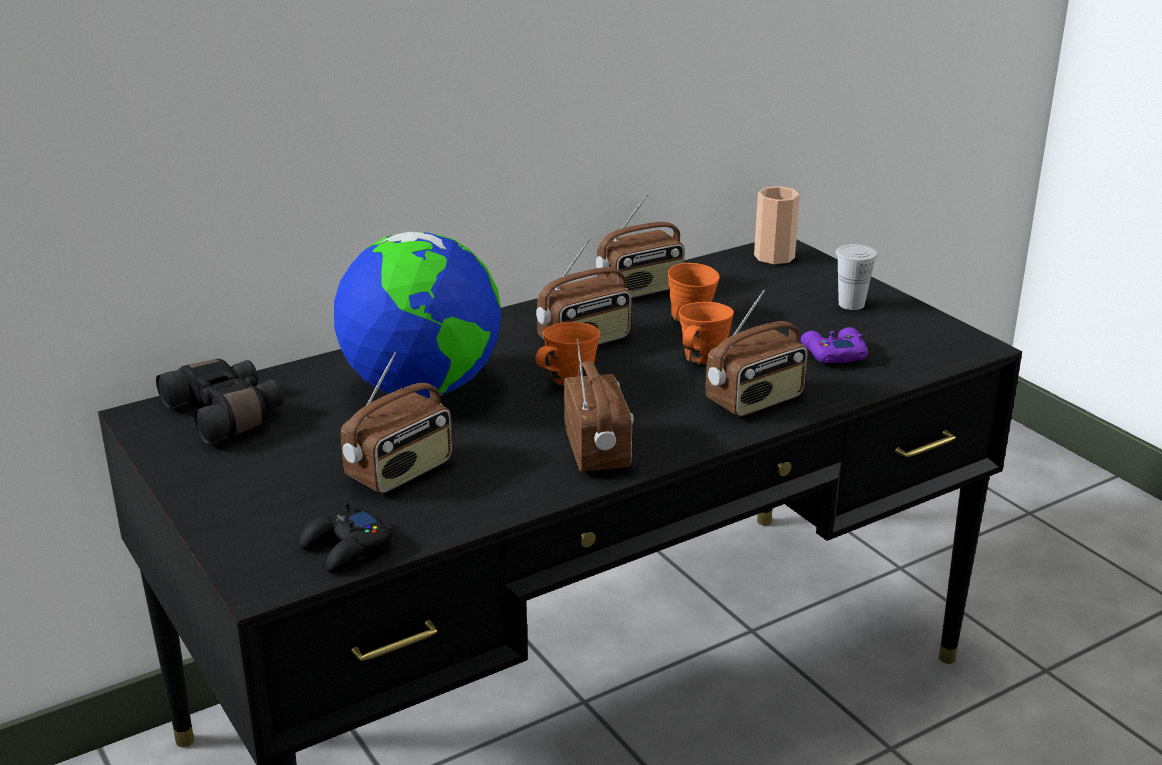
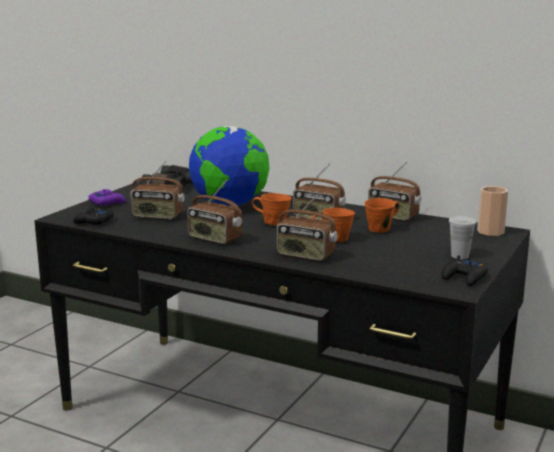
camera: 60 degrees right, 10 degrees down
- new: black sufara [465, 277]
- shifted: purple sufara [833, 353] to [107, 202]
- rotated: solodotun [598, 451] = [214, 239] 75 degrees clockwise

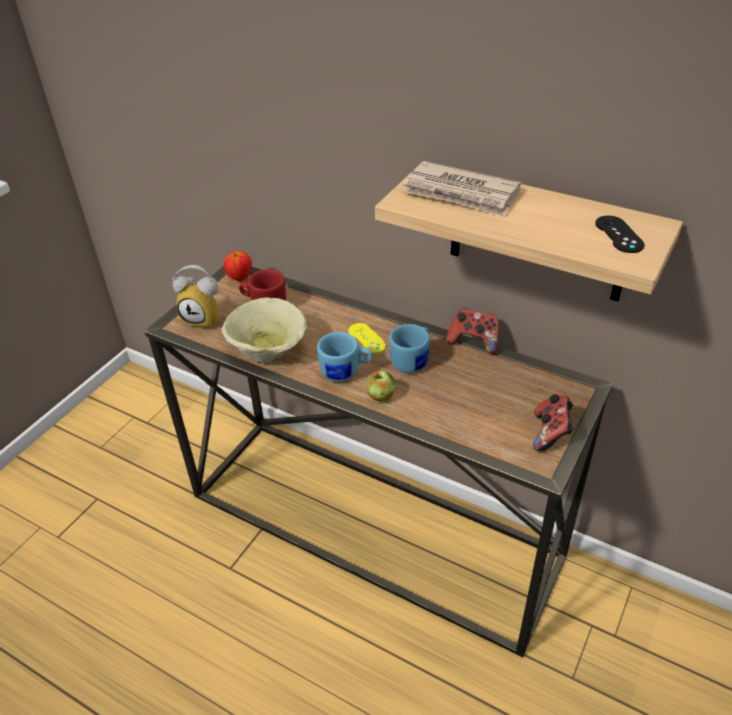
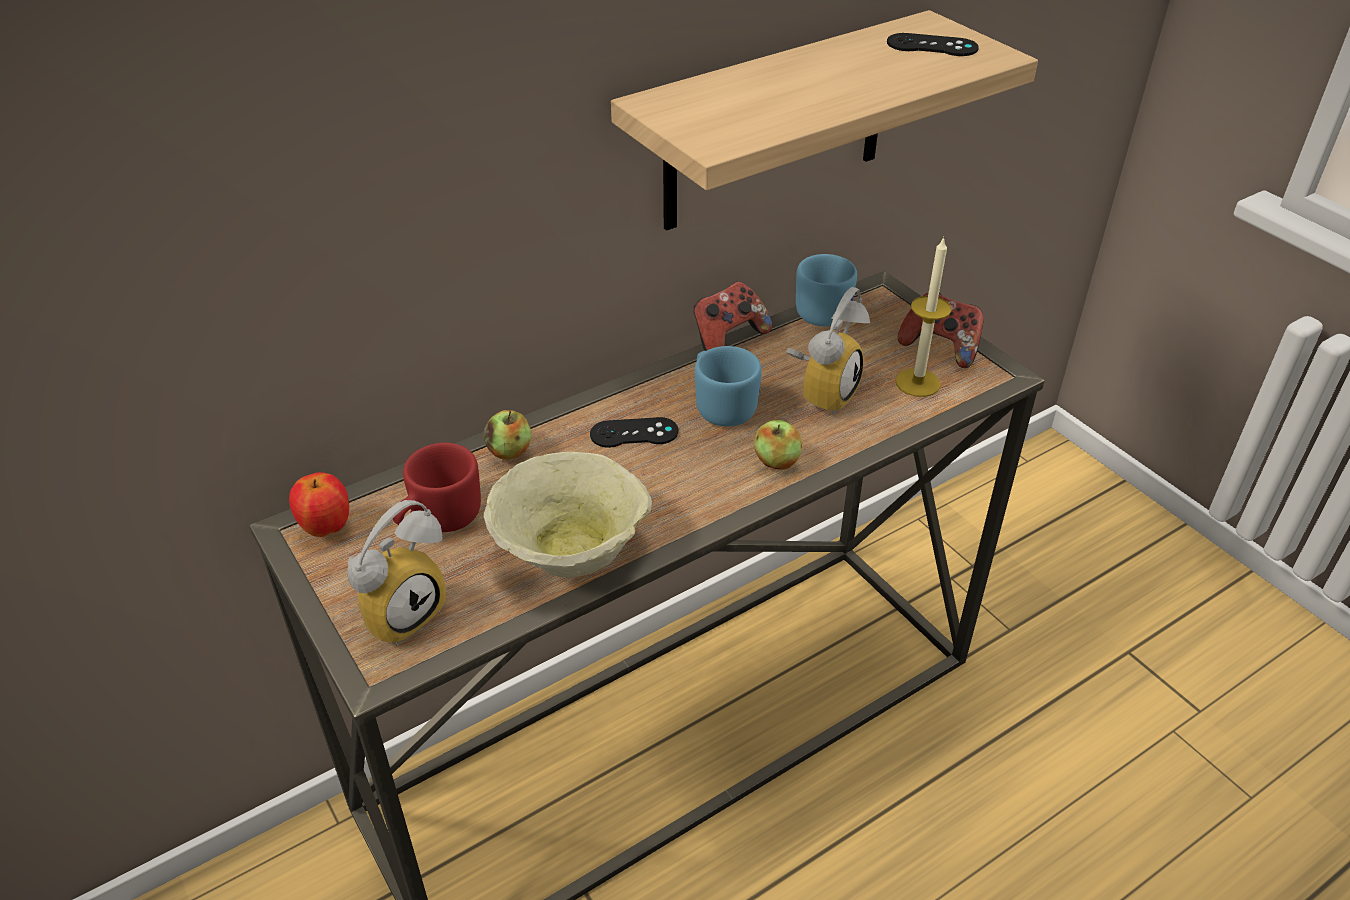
camera: 65 degrees left, 0 degrees up
- gone: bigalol [461, 193]
- new: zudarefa [509, 451]
- new: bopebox [822, 392]
- new: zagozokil [917, 382]
- shifted: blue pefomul [346, 372] to [826, 310]
- repainted: yellow sufara [366, 338] to black sufara [634, 433]

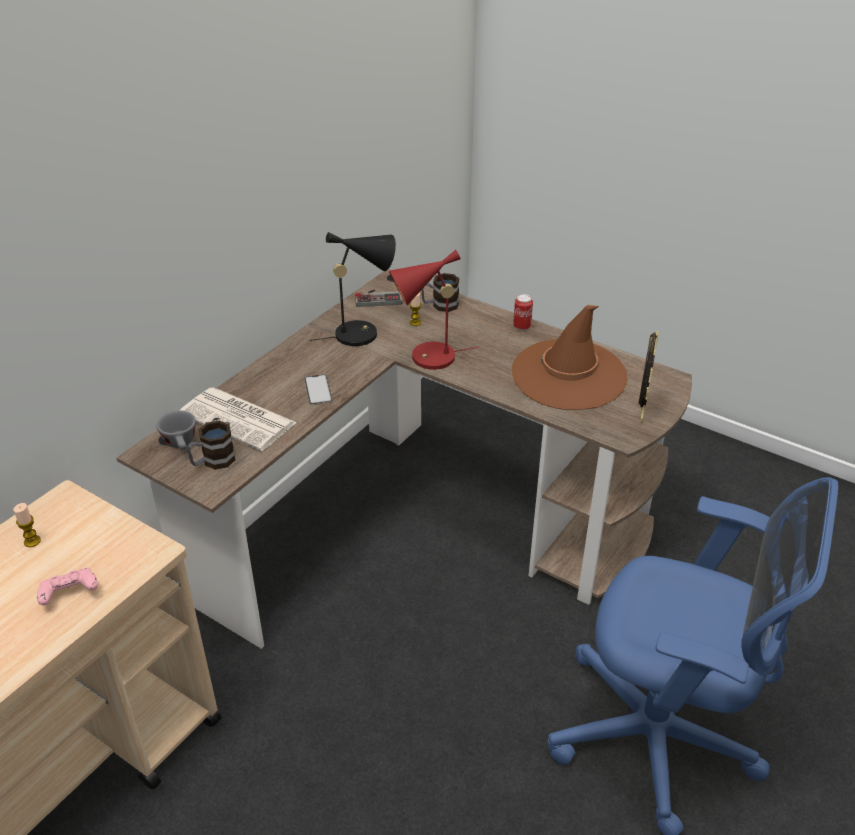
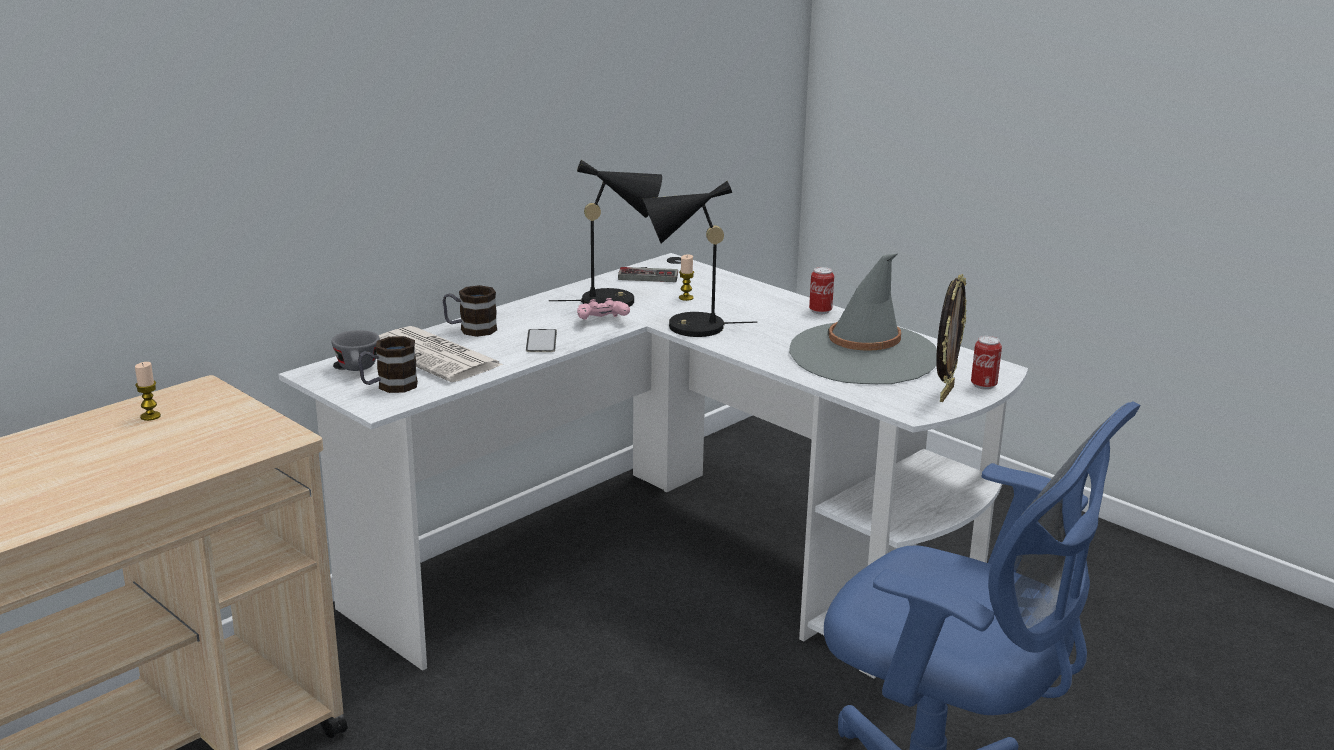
camera: 10 degrees right, 15 degrees down
- new: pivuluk [983, 385]
- shifted: pink sufara [70, 594] to [601, 322]
- shifted: pefomul [440, 305] to [470, 329]
- repainted: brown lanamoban [420, 521] to white lanamoban [670, 569]
- repainted: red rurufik [427, 359] to black rurufik [687, 328]
- repainted: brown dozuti [568, 375] to grey dozuti [863, 355]

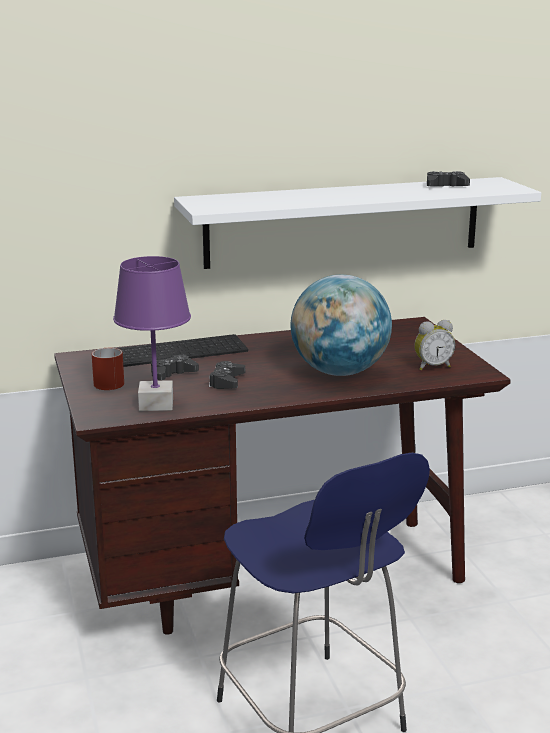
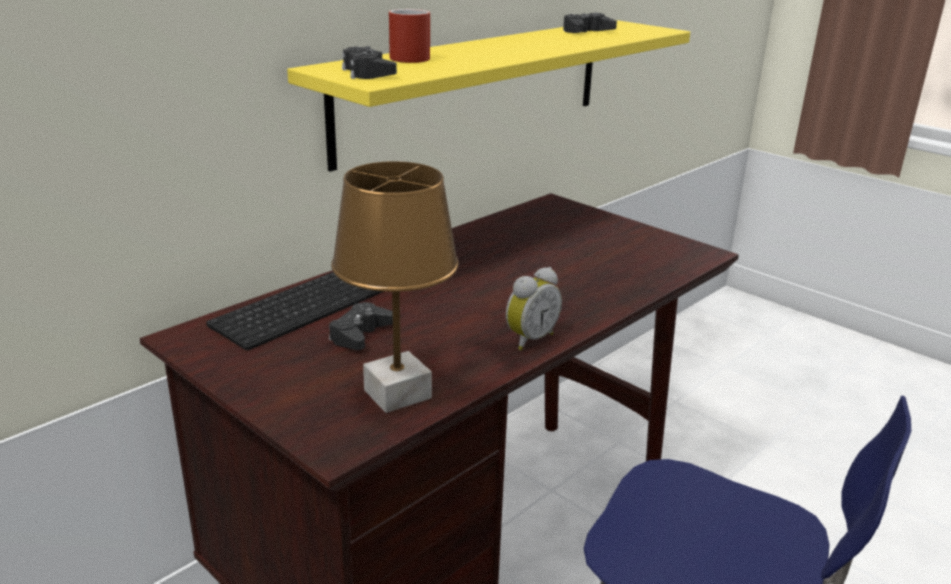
camera: 30 degrees left, 5 degrees up
- gone: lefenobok [339, 372]
- shifted: red pefomul [108, 382] to [404, 57]
- shifted: black sufara [226, 381] to [368, 72]
- shifted: bopebox [432, 366] to [529, 339]
- repainted: purple rurufik [156, 404] to brown rurufik [398, 393]
- repainted: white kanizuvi [344, 222] to yellow kanizuvi [476, 87]

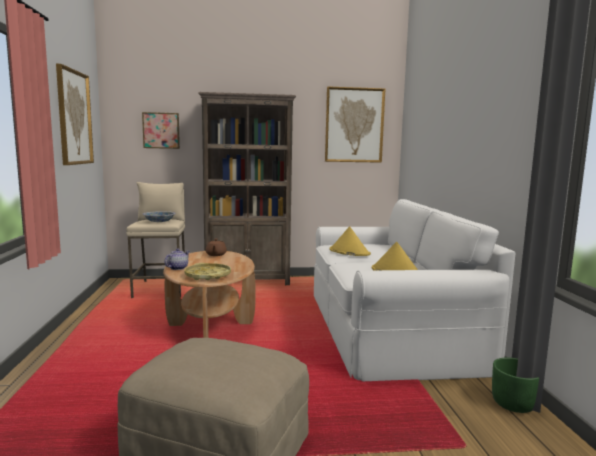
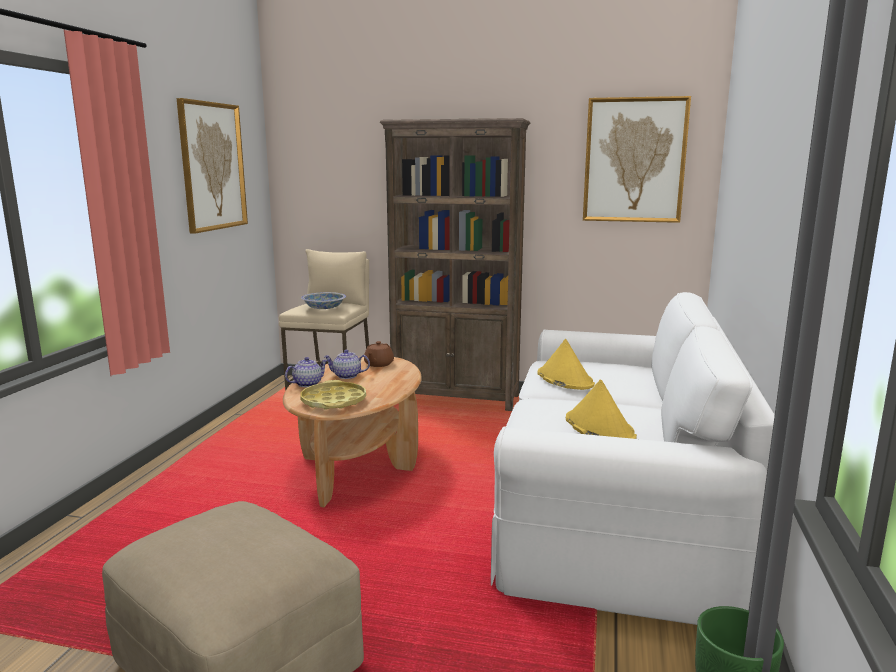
camera: 20 degrees right, 5 degrees up
- gone: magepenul [161, 130]
- new: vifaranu [347, 376]

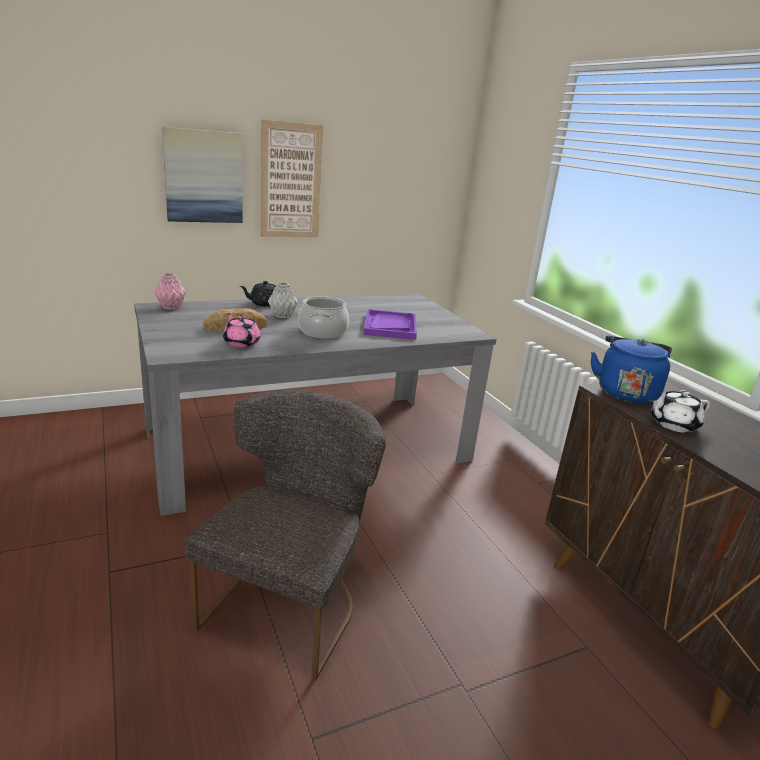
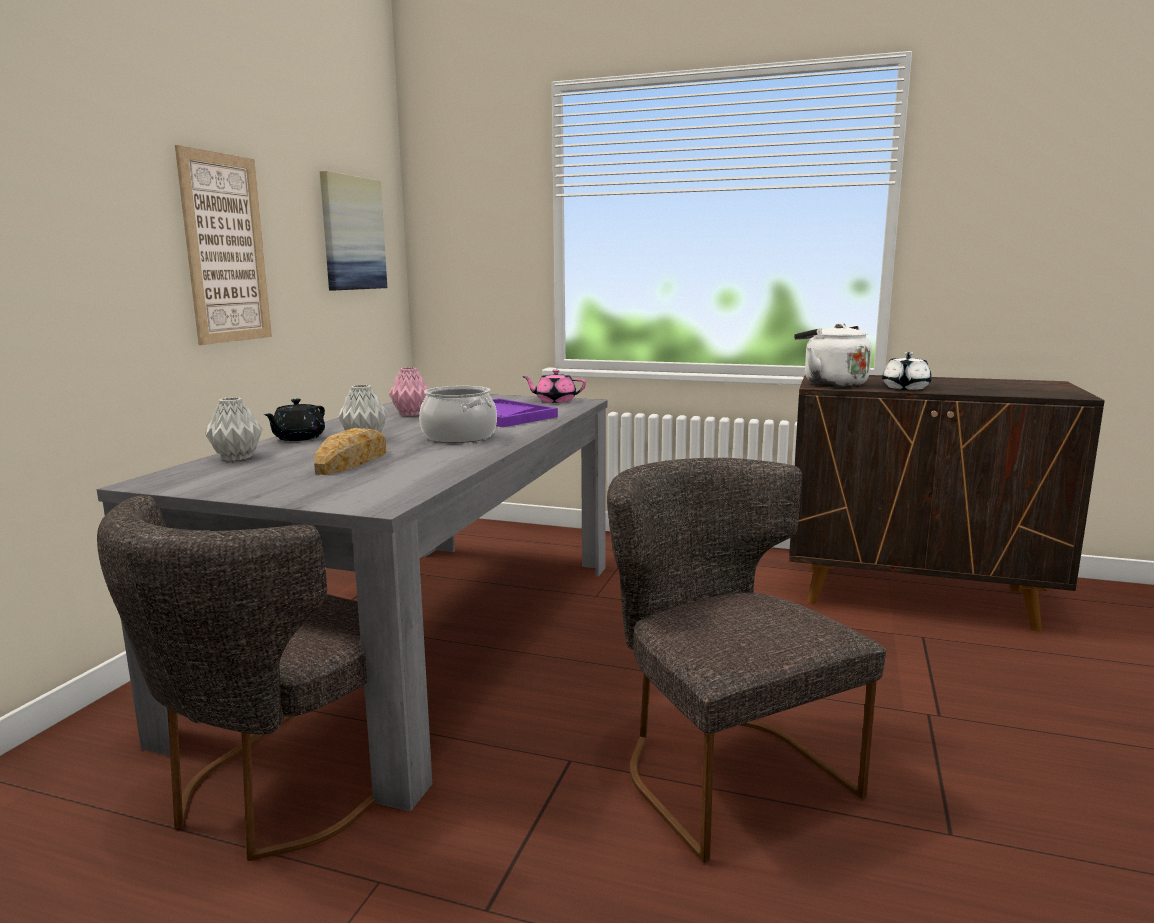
camera: 45 degrees left, 10 degrees down
- new: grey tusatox [281, 792]
- new: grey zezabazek [235, 458]
- shifted: pink zezabazek [170, 307] to [411, 414]
- shifted: magepenul [204, 176] to [352, 233]
- shifted: pink vifaranu [241, 343] to [555, 401]
- repainted: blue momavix [625, 392] to white momavix [831, 384]

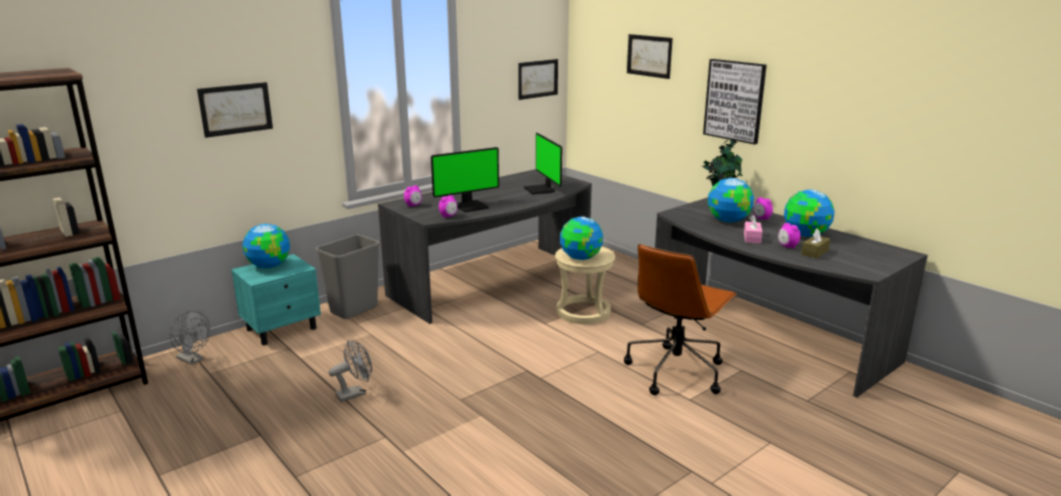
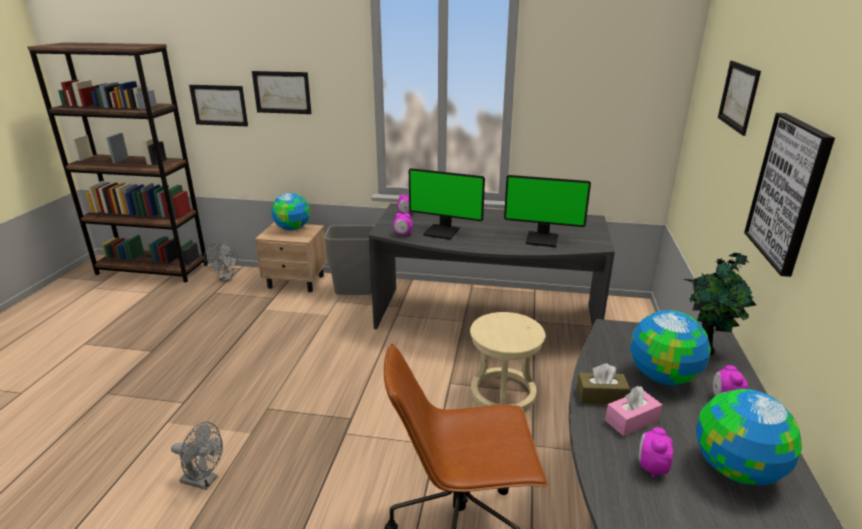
camera: 50 degrees right, 5 degrees up
- gone: lefenobok [580, 258]
- shifted: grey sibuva [355, 393] to [204, 481]
- shifted: magepenul [538, 79] to [219, 105]
- shifted: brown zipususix [814, 252] to [601, 396]
- repainted: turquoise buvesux [282, 329] to beige buvesux [297, 282]
- rotated: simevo [541, 190] = [542, 239] 105 degrees counterclockwise

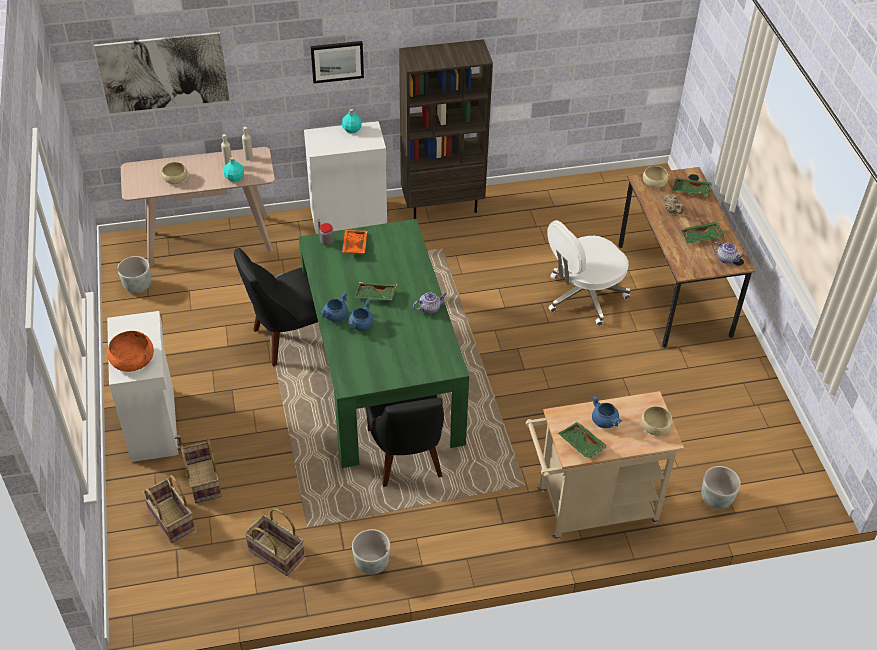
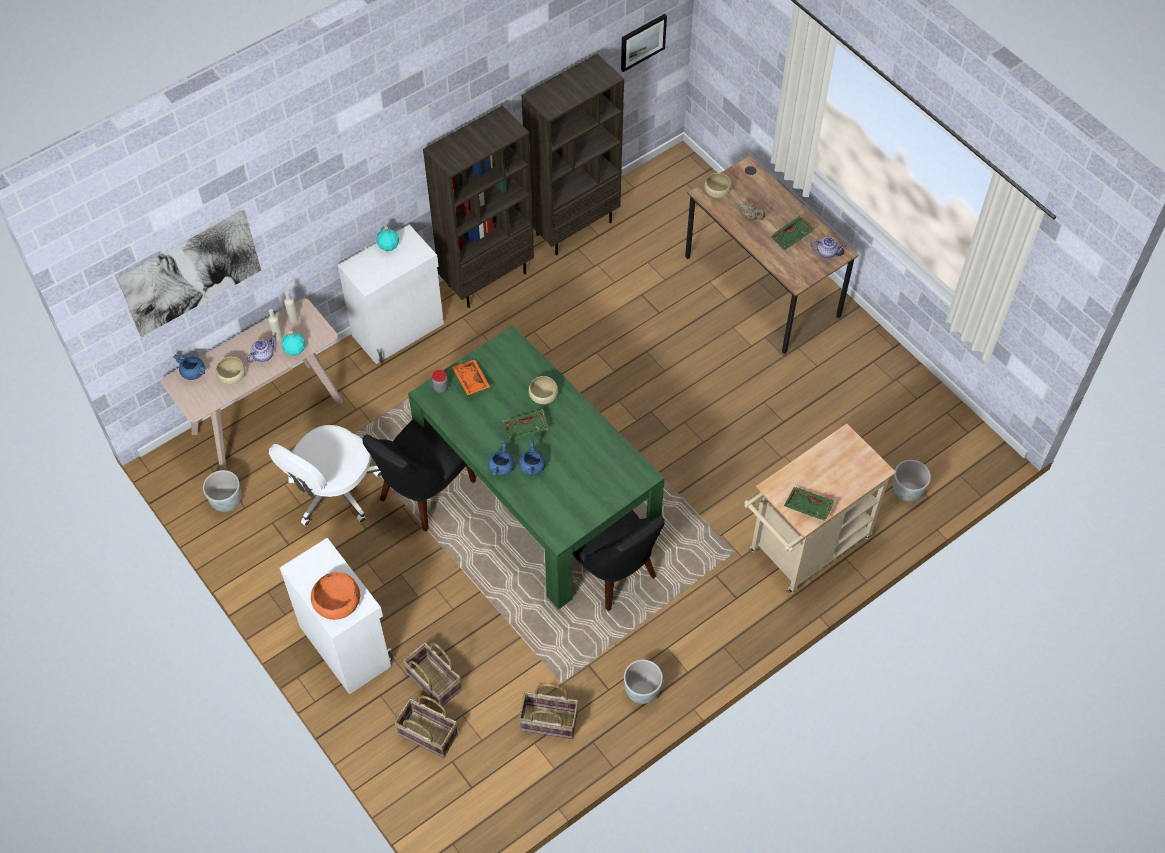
camera: 25 degrees left, 10 degrees up
- gone: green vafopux [690, 191]
- new: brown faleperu [574, 227]
- shifted: magepenul [337, 61] to [642, 42]
- shifted: vifaranu [430, 308] to [263, 355]
- shifted: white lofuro [583, 296] to [333, 491]
- shifted: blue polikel [605, 421] to [194, 372]
- shifted: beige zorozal [655, 427] to [543, 395]

